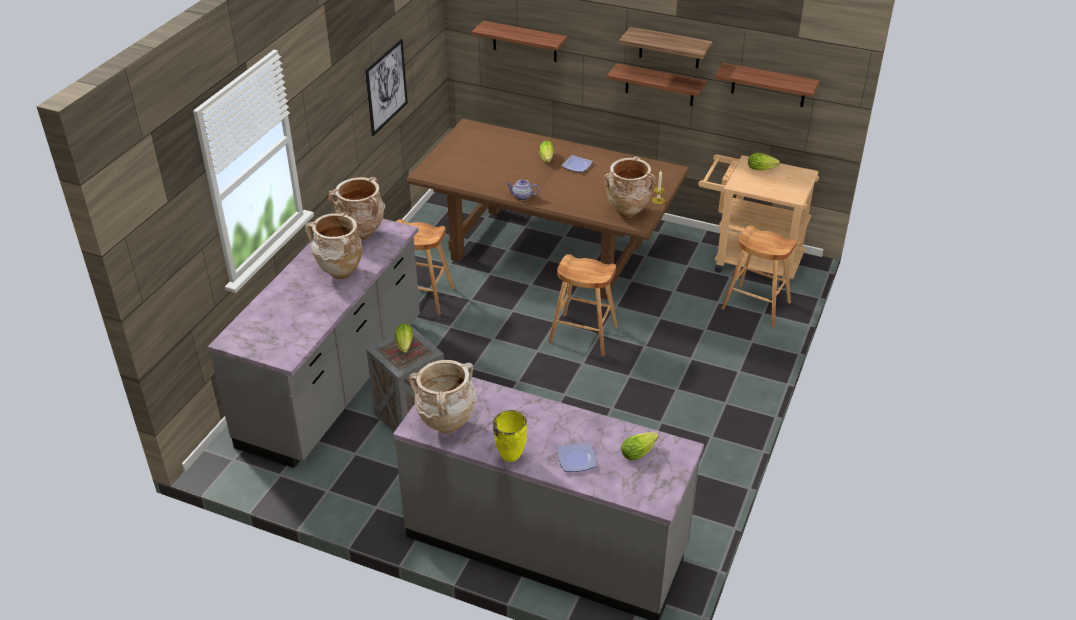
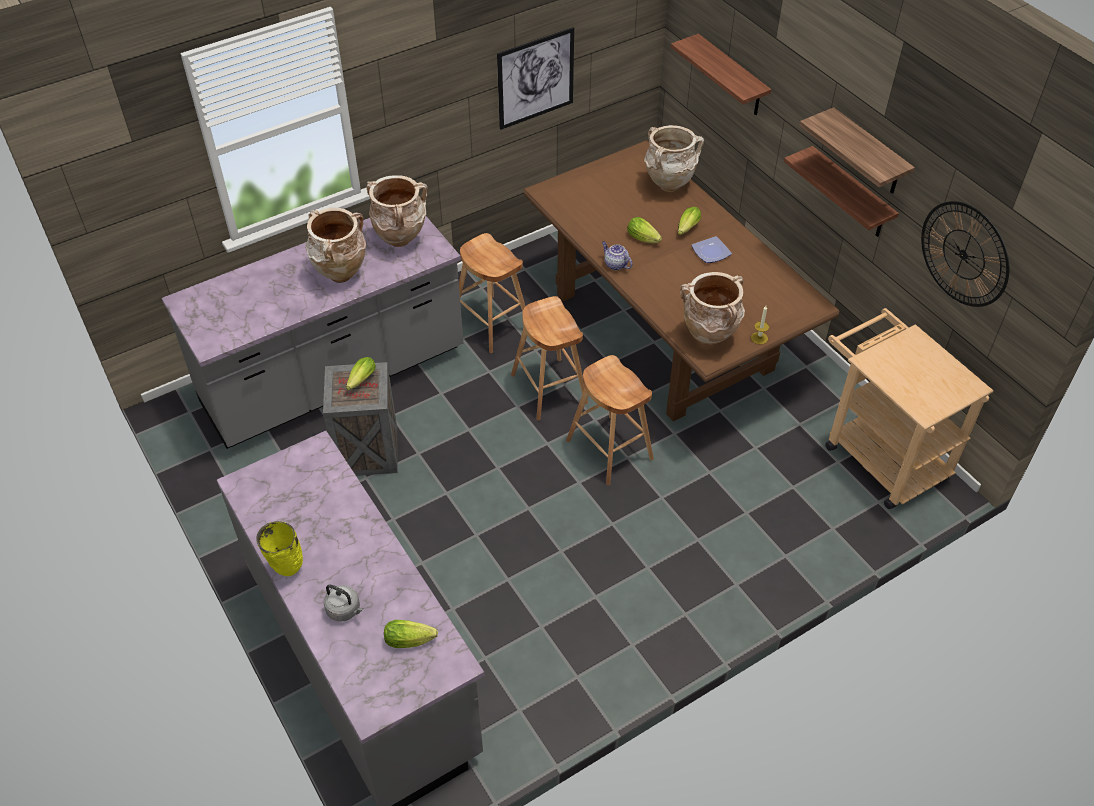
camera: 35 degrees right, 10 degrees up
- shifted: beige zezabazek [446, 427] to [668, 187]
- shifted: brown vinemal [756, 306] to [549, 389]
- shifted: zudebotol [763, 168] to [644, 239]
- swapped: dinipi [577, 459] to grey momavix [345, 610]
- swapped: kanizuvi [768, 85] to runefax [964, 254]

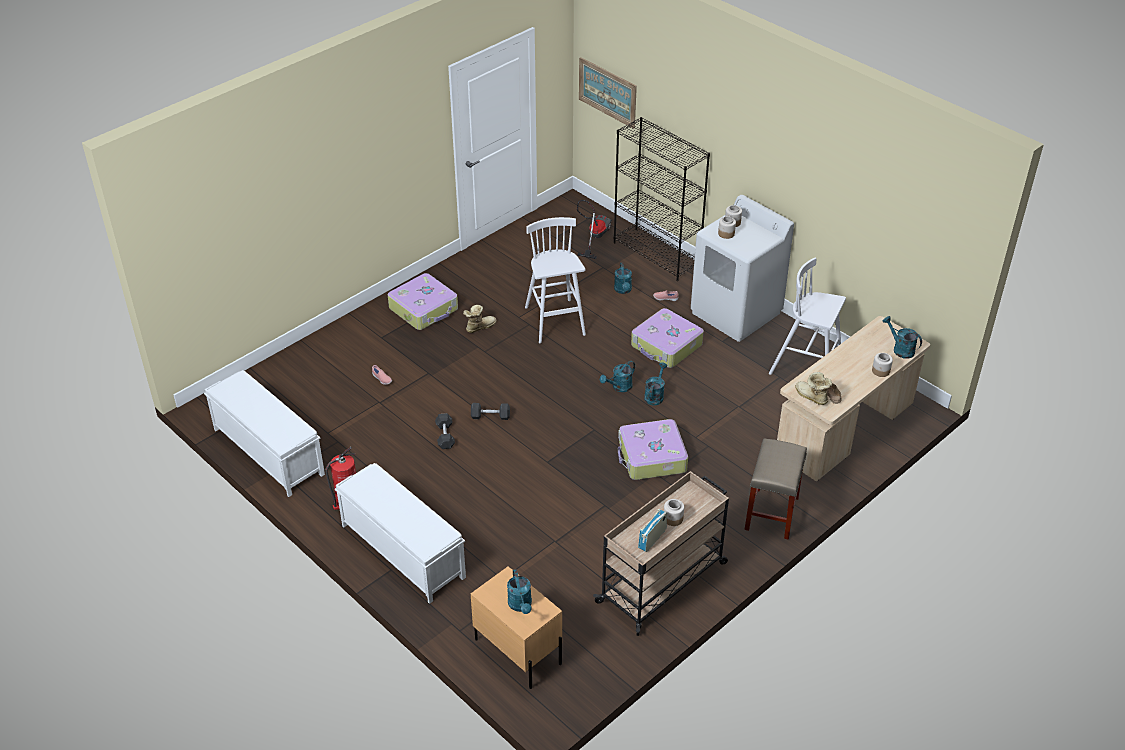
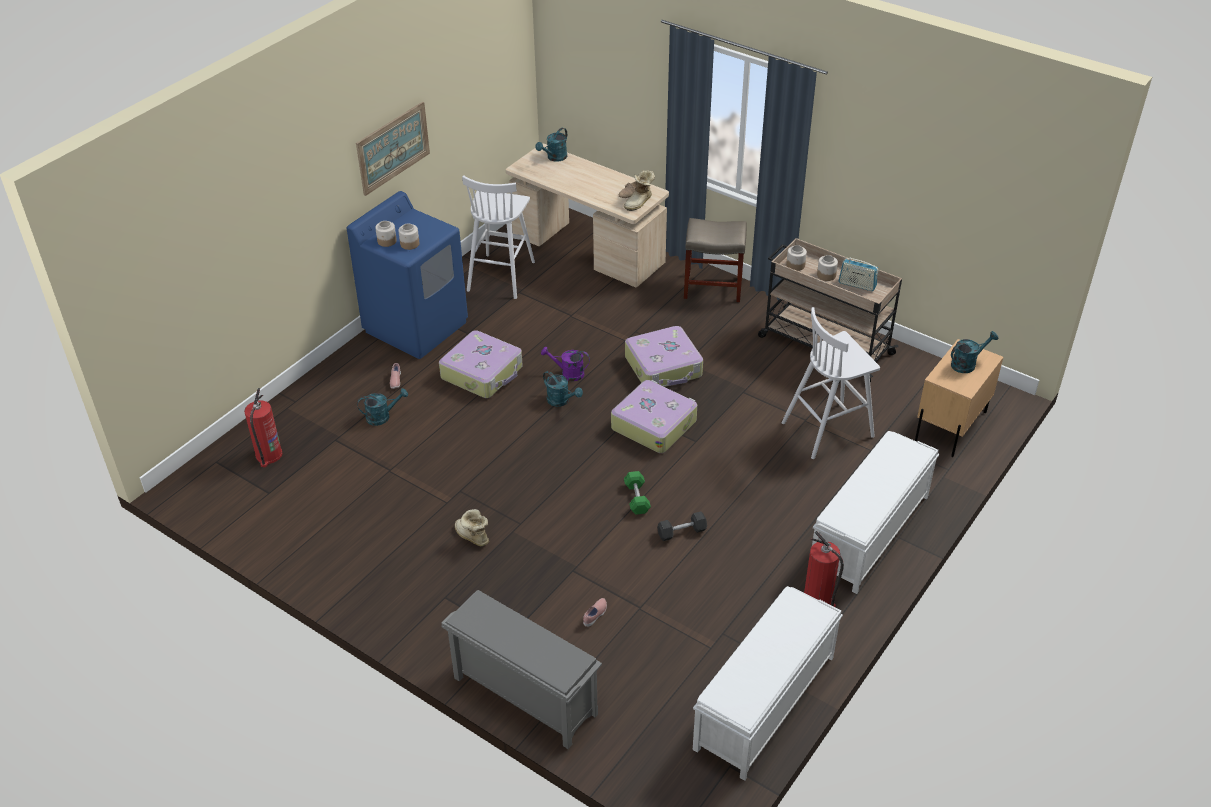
camera: 100 degrees left, 0 degrees up
- gone: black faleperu [657, 254]
- new: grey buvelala [523, 696]
- shifted: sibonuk [424, 309] to [654, 424]
- shifted: white vinemal [555, 322] to [829, 429]
- shifted: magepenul [607, 92] to [393, 148]
- shifted: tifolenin [881, 371] to [795, 265]
- swapped: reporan [594, 237] to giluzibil [268, 455]
- repainted: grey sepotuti [490, 416] to green sepotuti [637, 498]
- repainted: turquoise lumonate [655, 395] to purple lumonate [568, 373]
- repainted: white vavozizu [736, 313] to blue vavozizu [416, 326]

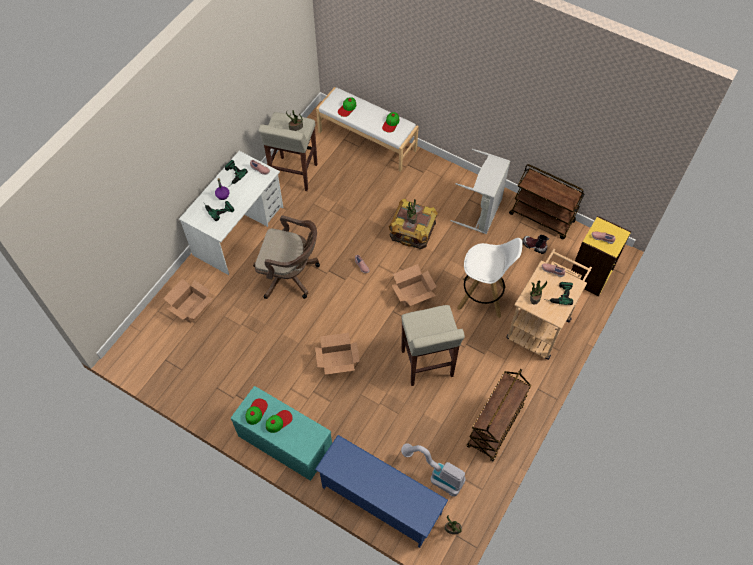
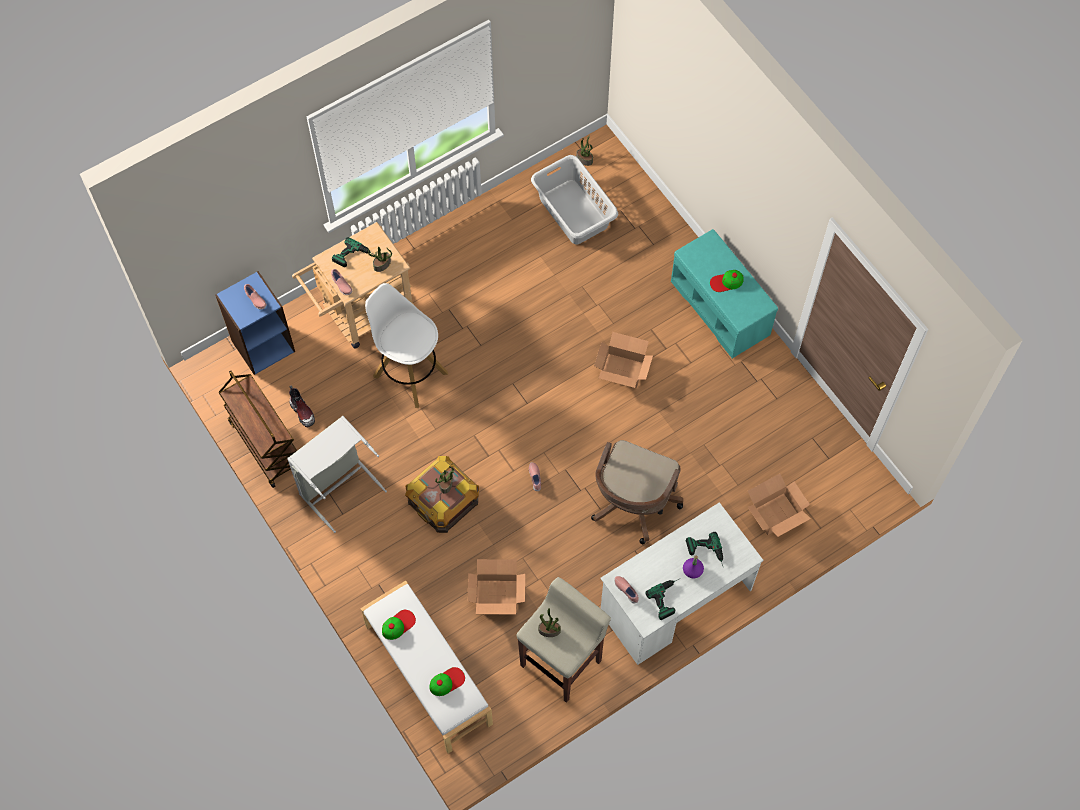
camera: 155 degrees left, 5 degrees up
- gone: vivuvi [256, 411]
- gone: blue buvelala [380, 500]
- gone: beige vinemal [427, 364]
- gone: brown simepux [495, 427]
- shifted: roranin [413, 294] to [496, 594]
- swapped: reporan [436, 475] to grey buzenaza [574, 211]
- repainted: yellow faleperu [590, 276] to blue faleperu [263, 345]
- rotated: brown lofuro [290, 275] = [632, 504] 105 degrees counterclockwise

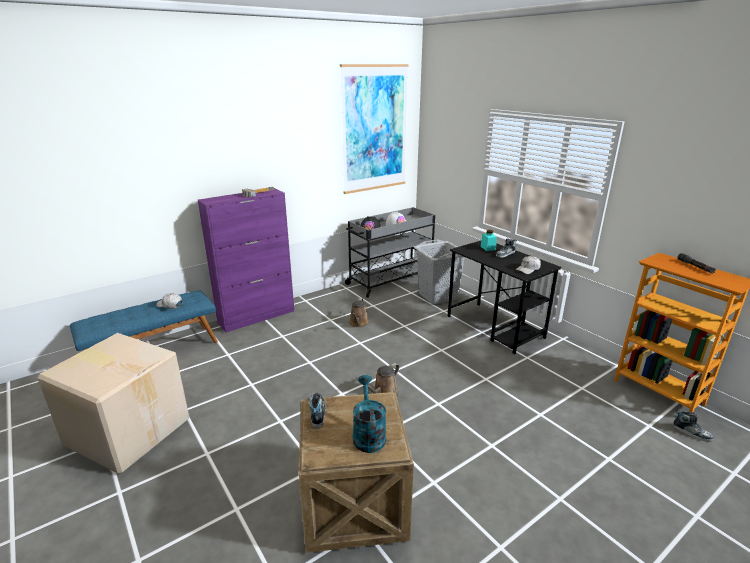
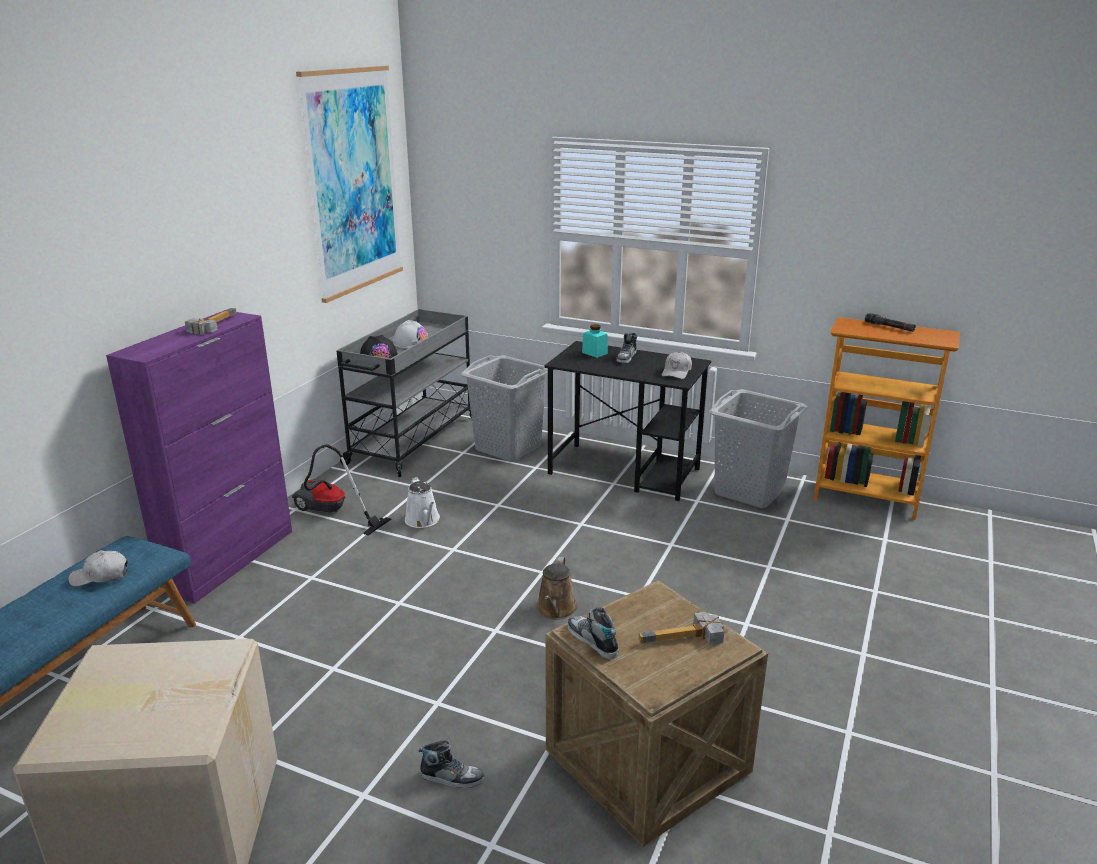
camera: 30 degrees left, 0 degrees up
- new: reporan [331, 513]
- new: grey buzenaza [749, 492]
- shifted: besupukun [692, 433] to [452, 777]
- swapped: turquoise lumonate [368, 434] to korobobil [684, 640]
- repainted: brown lumonate [358, 323] to white lumonate [423, 521]

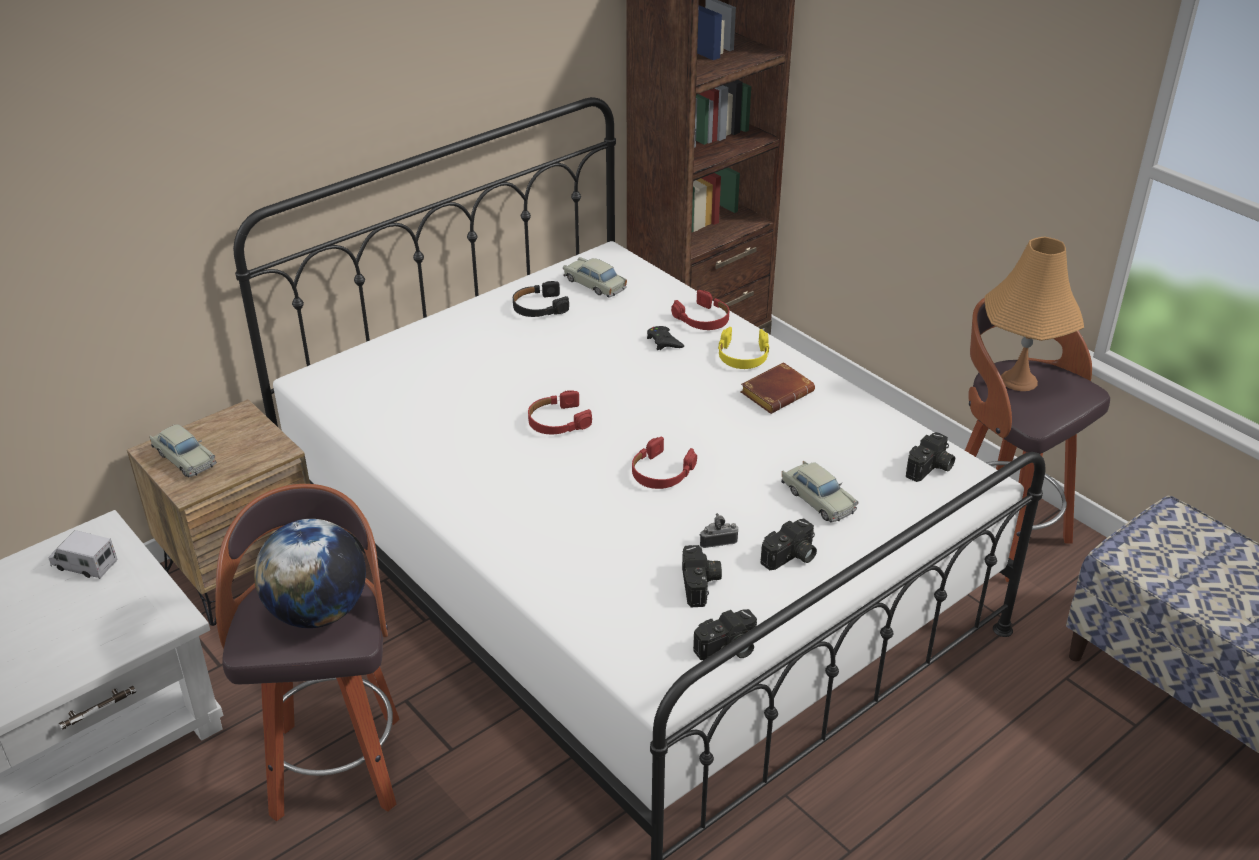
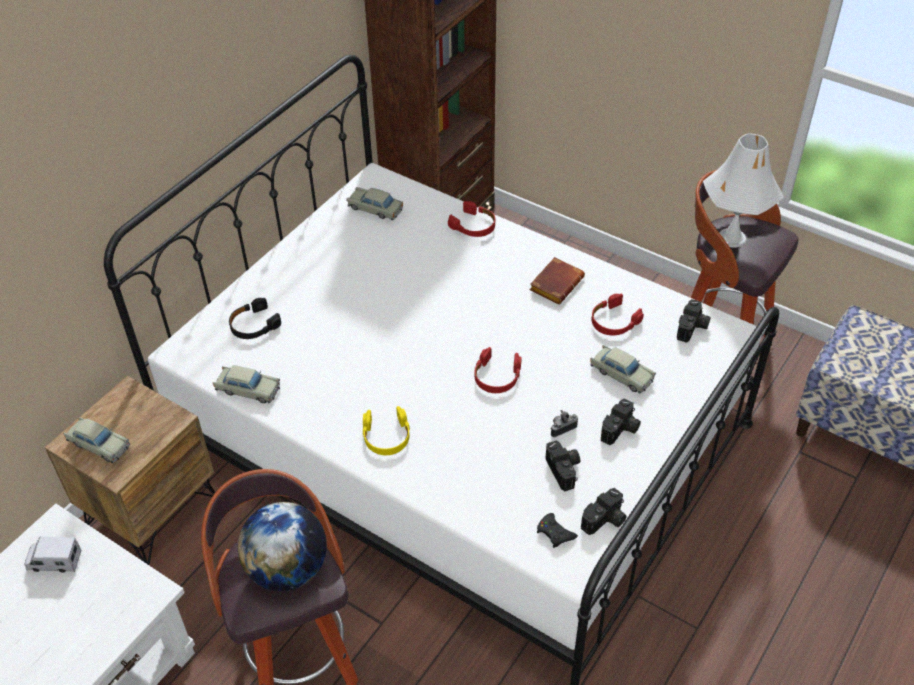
camera: 15 degrees left, 10 degrees up
- new: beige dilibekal [248, 389]
- shifted: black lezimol [539, 307] to [253, 325]
- shifted: red lezimol [557, 421] to [613, 321]
- shifted: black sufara [664, 342] to [555, 533]
- shifted: yellow lezimol [743, 356] to [386, 436]
- repainted: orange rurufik [1018, 380] to white rurufik [731, 237]

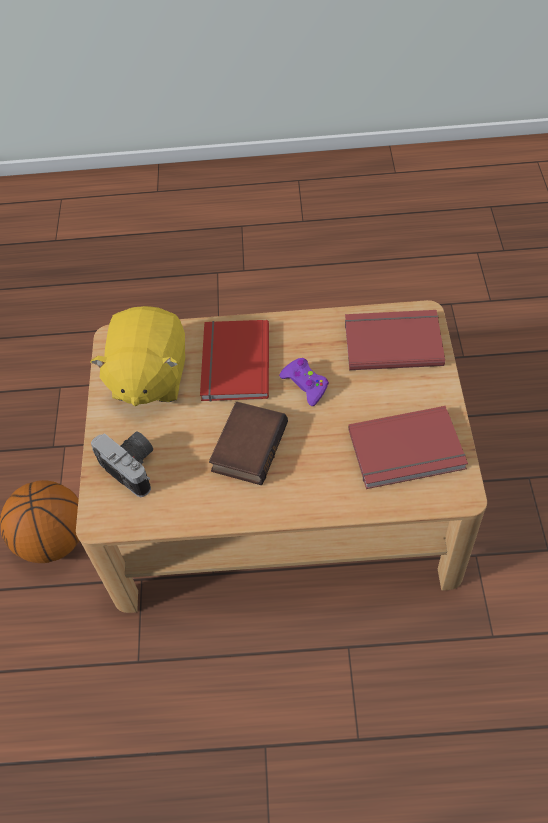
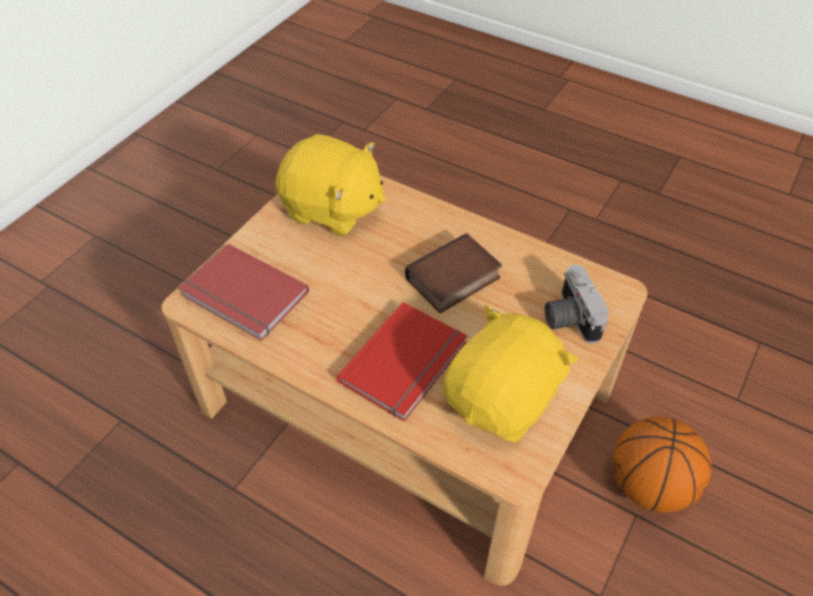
camera: 150 degrees left, 5 degrees down
- gone: purple sufara [305, 384]
- swapped: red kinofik [407, 452] to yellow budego [332, 209]

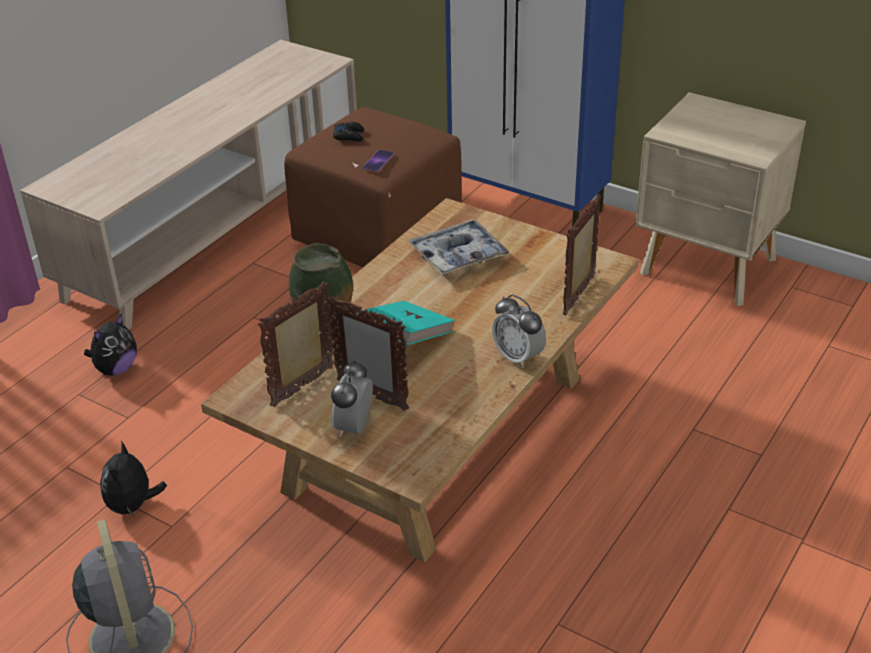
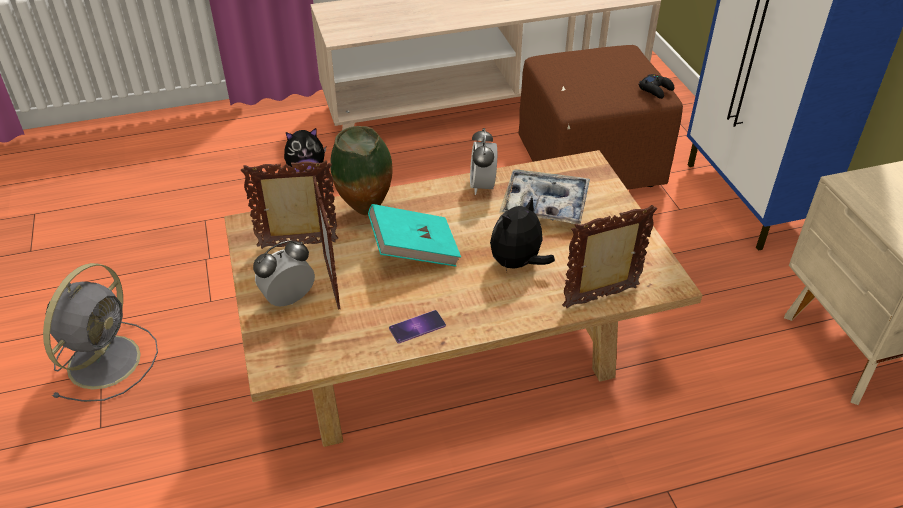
camera: 40 degrees right, 5 degrees up
- shifted: budego [133, 506] to [517, 263]
- shifted: black sufara [349, 136] to [656, 89]
- shifted: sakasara [378, 161] to [417, 327]
- shifted: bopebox [518, 357] to [482, 186]

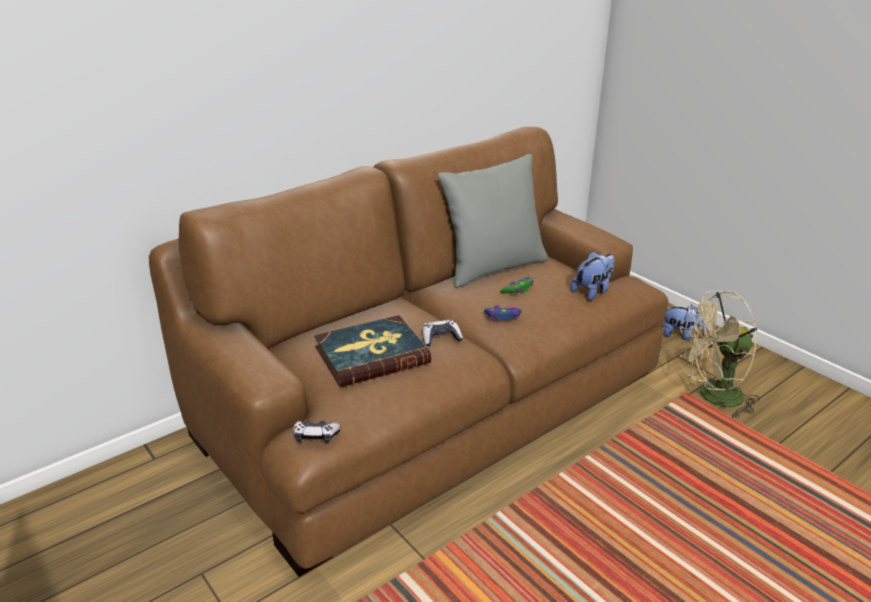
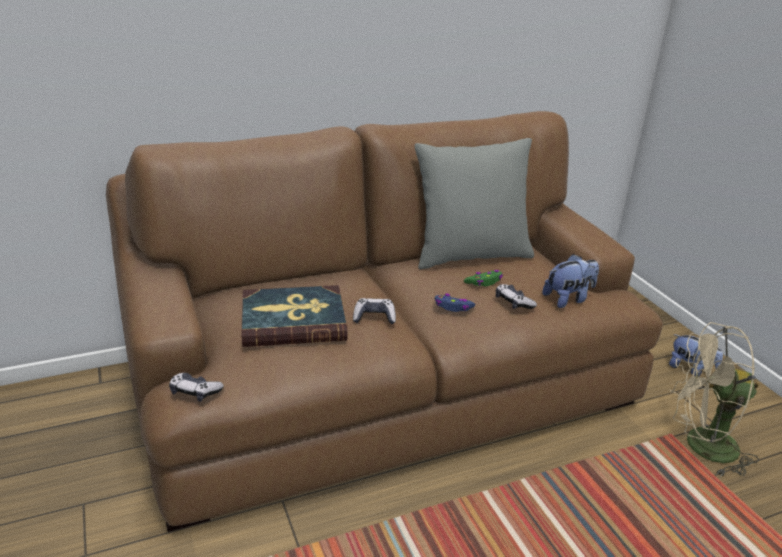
camera: 15 degrees right, 0 degrees up
- new: sufara [513, 302]

